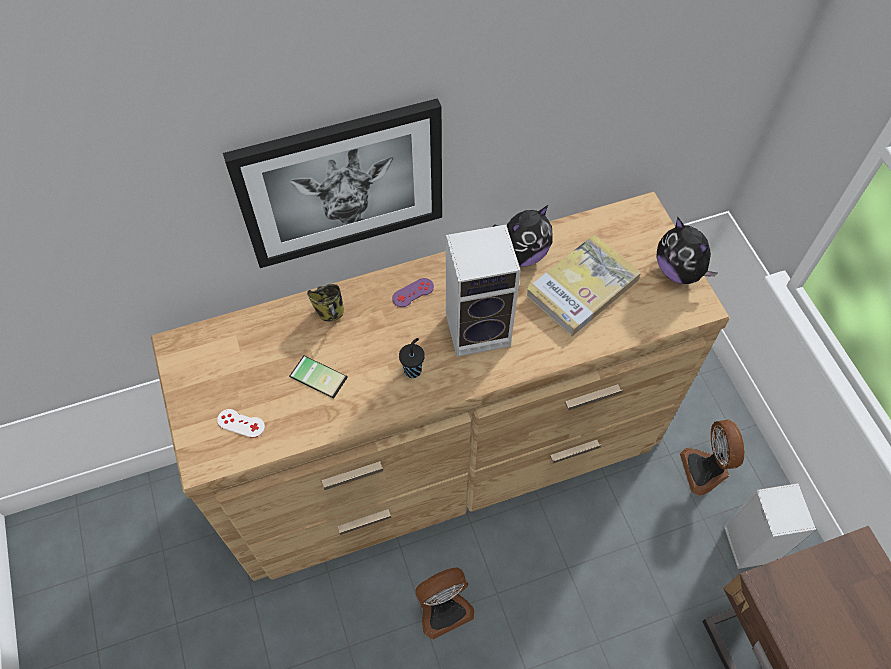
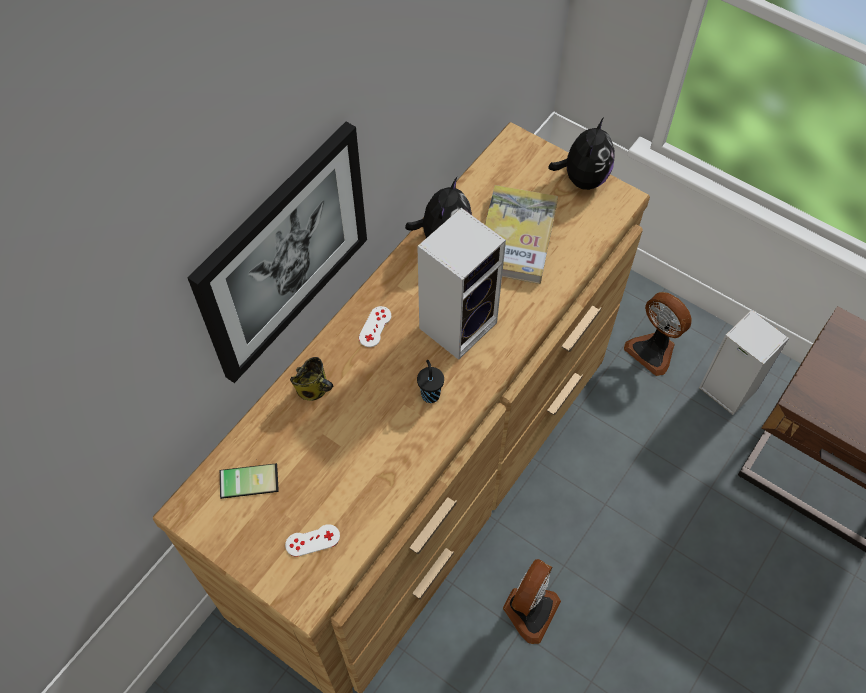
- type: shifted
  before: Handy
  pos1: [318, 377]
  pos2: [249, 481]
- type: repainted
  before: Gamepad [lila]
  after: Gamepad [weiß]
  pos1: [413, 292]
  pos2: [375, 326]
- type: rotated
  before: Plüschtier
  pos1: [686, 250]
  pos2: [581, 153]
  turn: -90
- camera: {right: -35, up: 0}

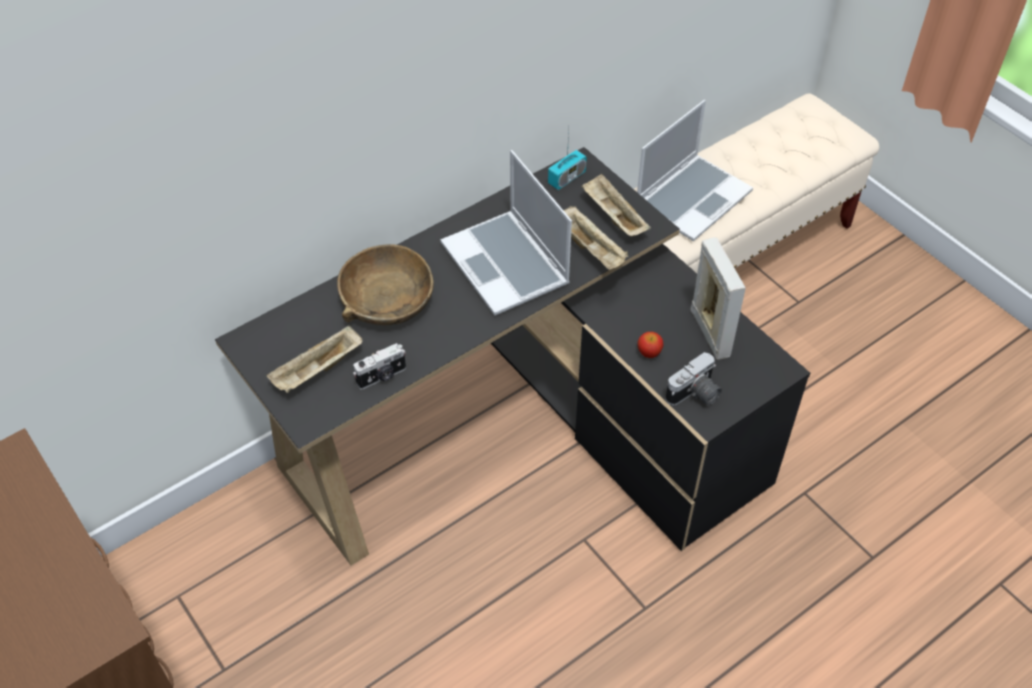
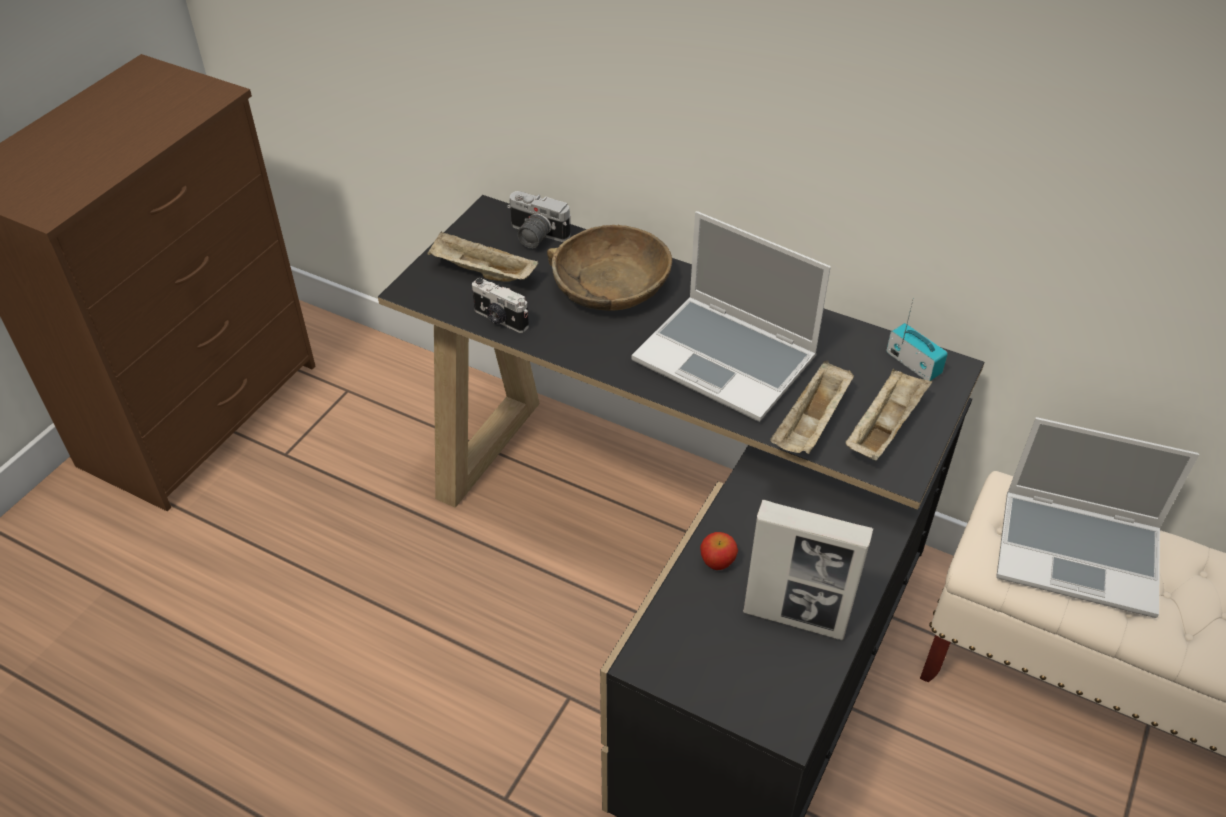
- type: shifted
  before: Kamera
  pos1: [693, 378]
  pos2: [539, 219]
- type: rotated
  before: Laptop
  pos1: [506, 232]
  pos2: [731, 316]
  turn: -90
- type: rotated
  before: Bilderrahmen
  pos1: [718, 298]
  pos2: [808, 570]
  turn: 60
- type: rotated
  before: Radio
  pos1: [567, 160]
  pos2: [917, 341]
  turn: -150
- camera: {right: 65, up: -5}

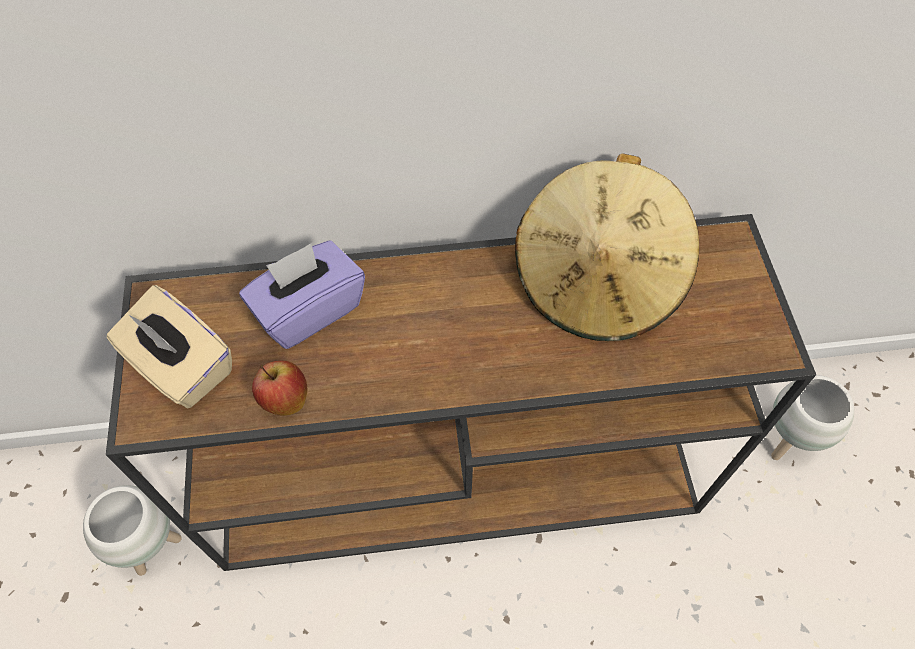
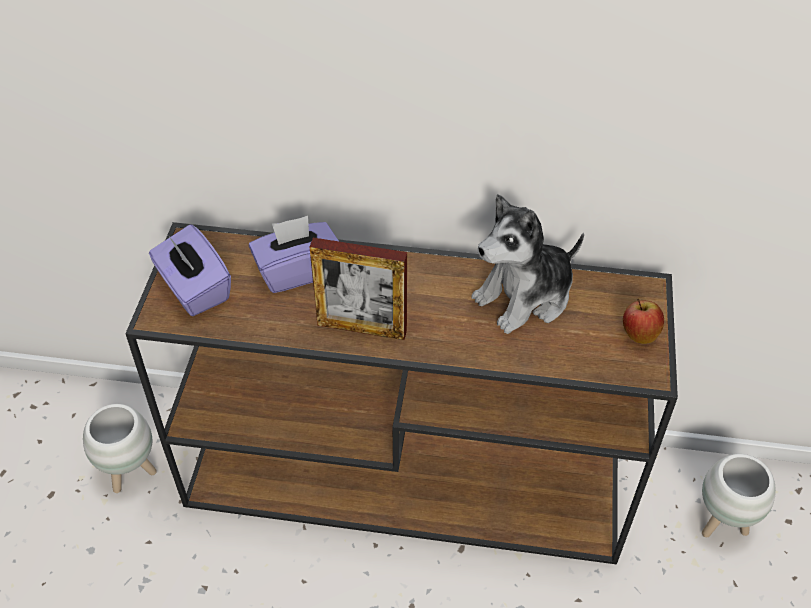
- type: repainted
  before: Taschentuchbox [beige]
  after: Taschentuchbox [lila]
  pos1: [169, 347]
  pos2: [190, 270]
- type: new
  after: Bilderrahmen
  pos2: [358, 289]
- type: swapped
  before: Hut [beige]
  after: Plüschtier
  pos1: [607, 247]
  pos2: [527, 264]
- type: shifted
  before: Apfel
  pos1: [280, 388]
  pos2: [643, 321]
- camera: {right: 15, up: -10}

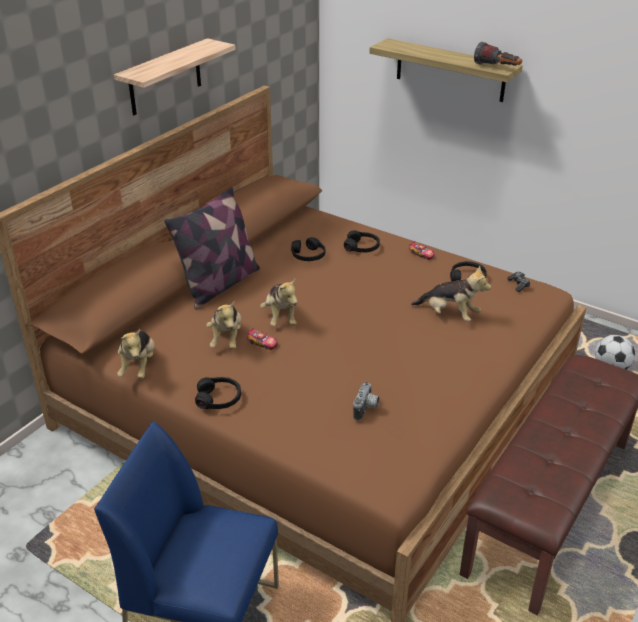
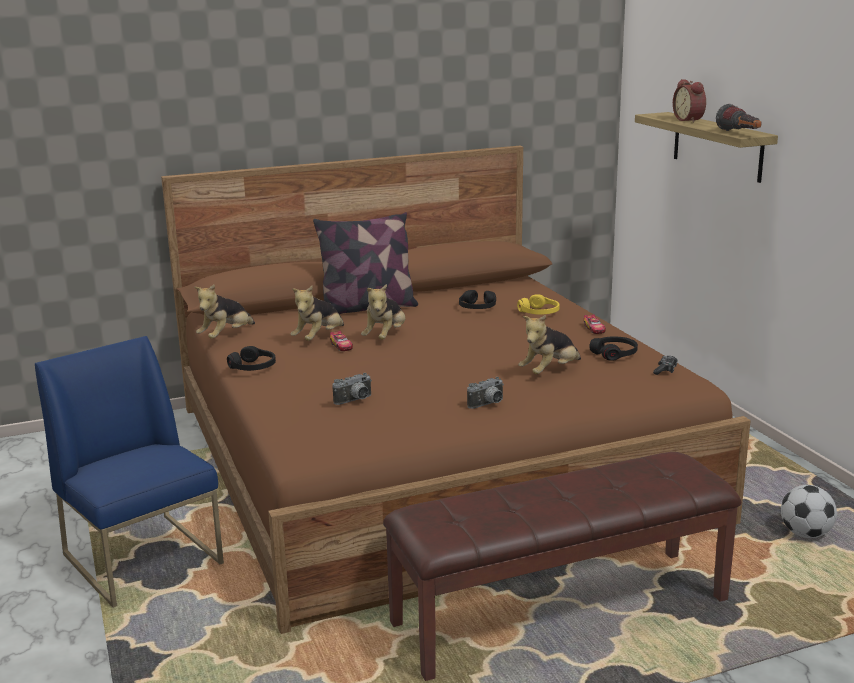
- type: new
  after: Kamera
  pos2: [485, 393]
- type: repainted
  before: Kopfhörer [schwarz]
  after: Kopfhörer [gelb]
  pos1: [362, 241]
  pos2: [538, 304]
- type: rotated
  before: Plüschtier
  pos1: [451, 293]
  pos2: [550, 344]
  turn: 75
- type: new
  after: Wecker
  pos2: [689, 101]
- type: gone
  before: Wandregal
  pos1: [175, 76]
- camera: {right: 35, up: -15}

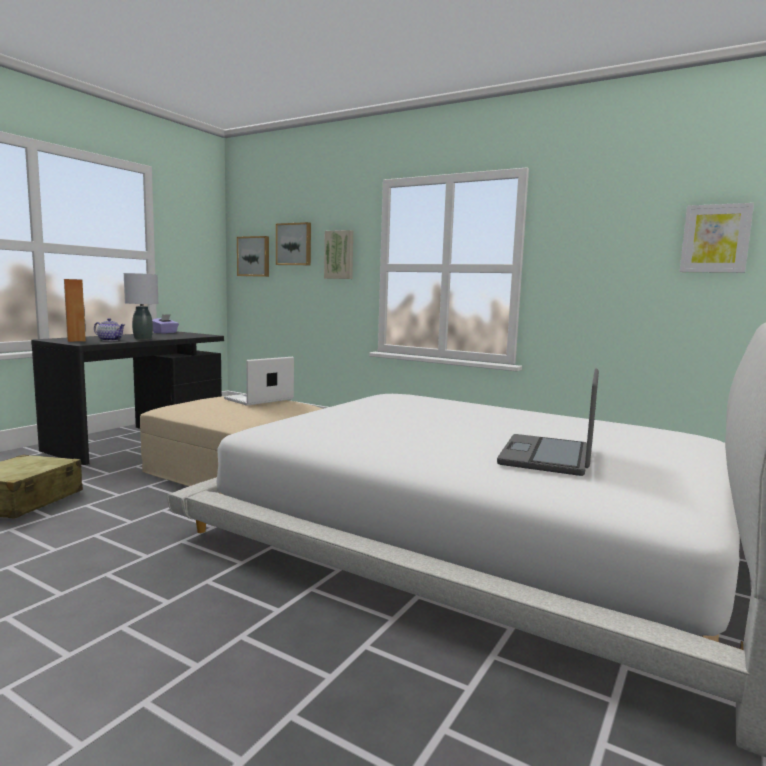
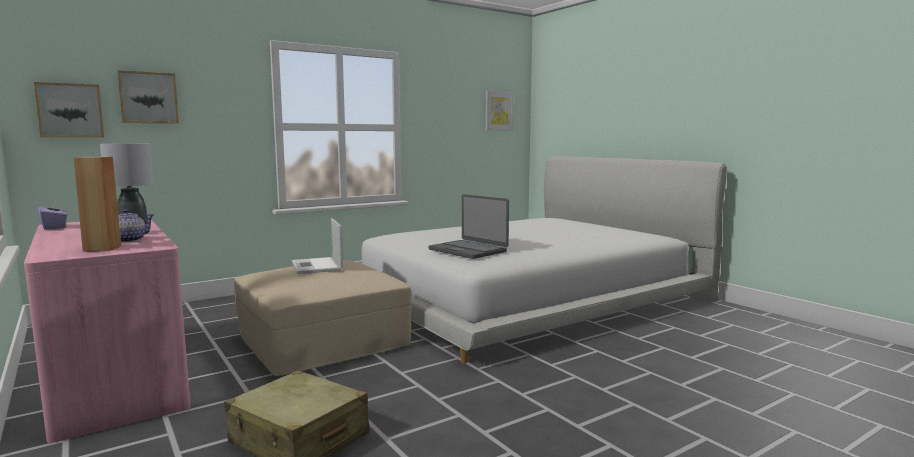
- type: repainted
  before: Schreibtisch [schwarz]
  after: Schreibtisch [rosa]
  pos1: [127, 398]
  pos2: [107, 331]
- type: shifted
  before: Laptop
  pos1: [548, 422]
  pos2: [469, 226]
- type: gone
  before: Bild
  pos1: [338, 254]
- camera: {right: -65, up: 0}

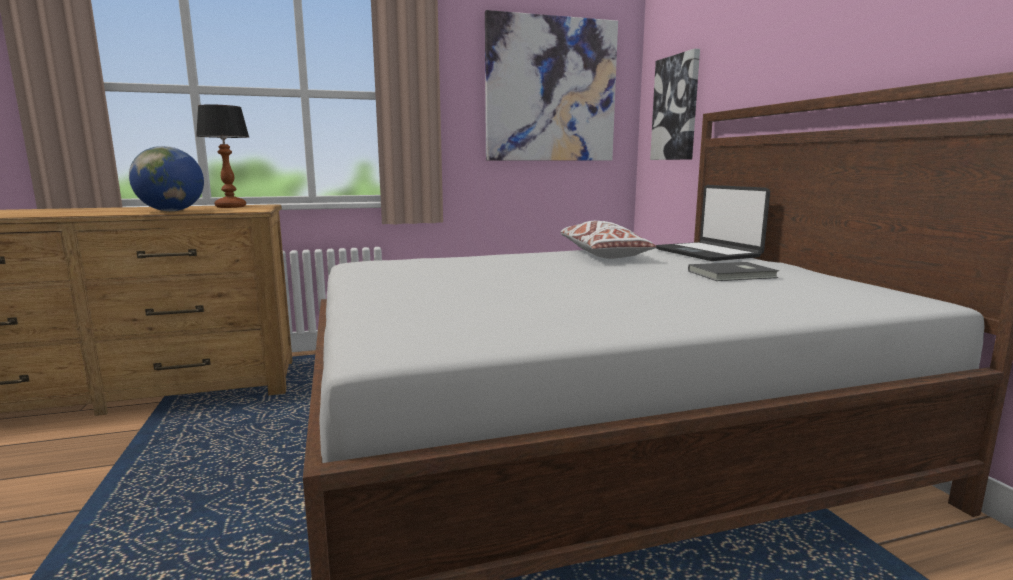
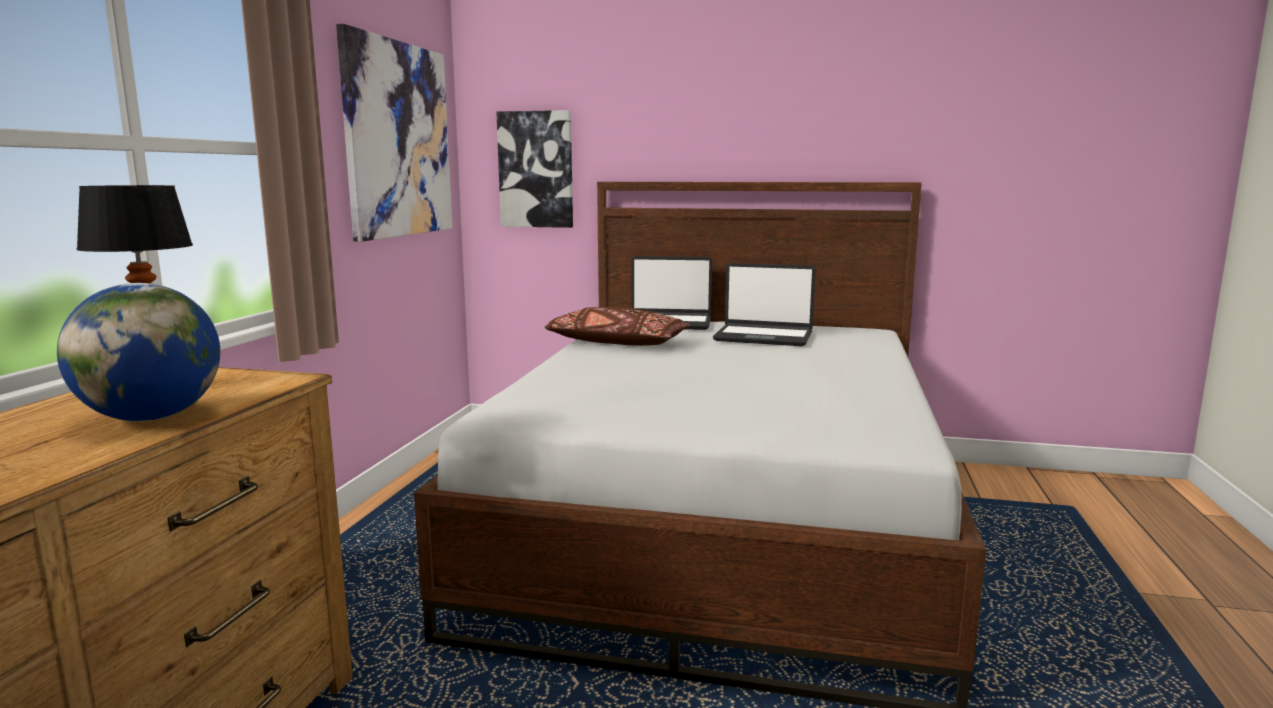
- type: repainted
  before: Kissen [weiß]
  after: Kissen [braun]
  pos1: [608, 240]
  pos2: [617, 326]
- type: swapped
  before: Buch [grau]
  after: Laptop
  pos1: [733, 271]
  pos2: [764, 304]
- camera: {right: -60, up: 0}

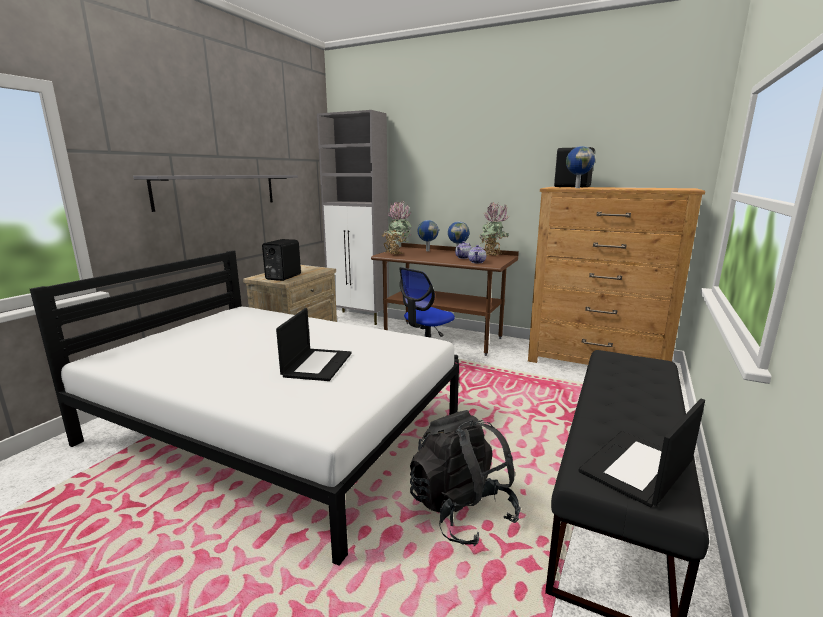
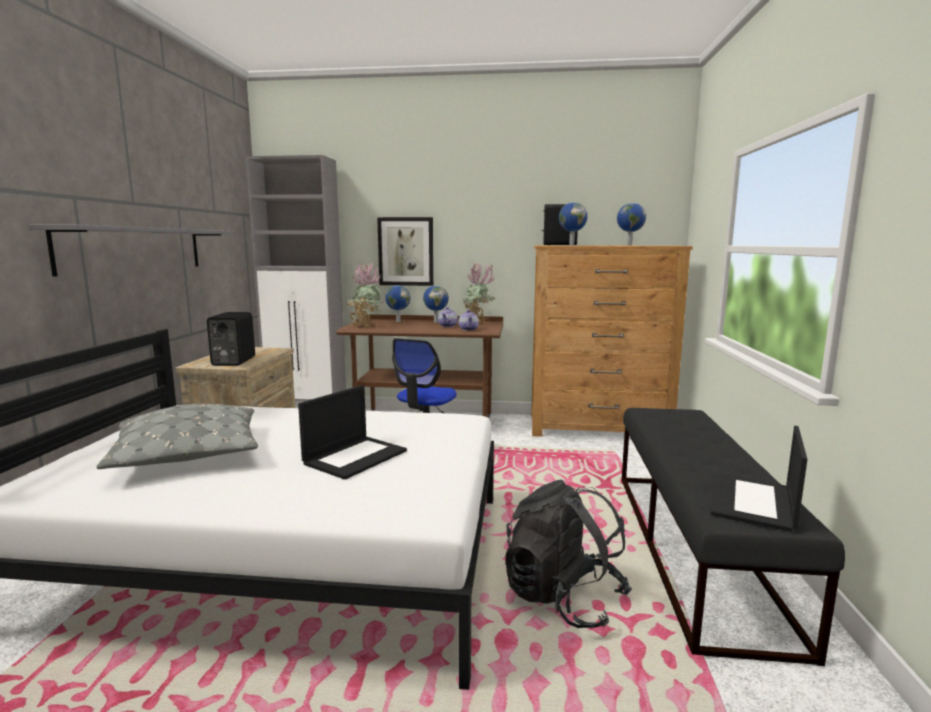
- type: new
  after: Kissen [grau]
  pos2: [177, 436]
- type: rotated
  before: Laptop
  pos1: [314, 344]
  pos2: [352, 432]
  turn: 45
- type: new
  after: Bild
  pos2: [405, 251]
- type: new
  after: Globus
  pos2: [631, 224]
- camera: {right: -20, up: -5}

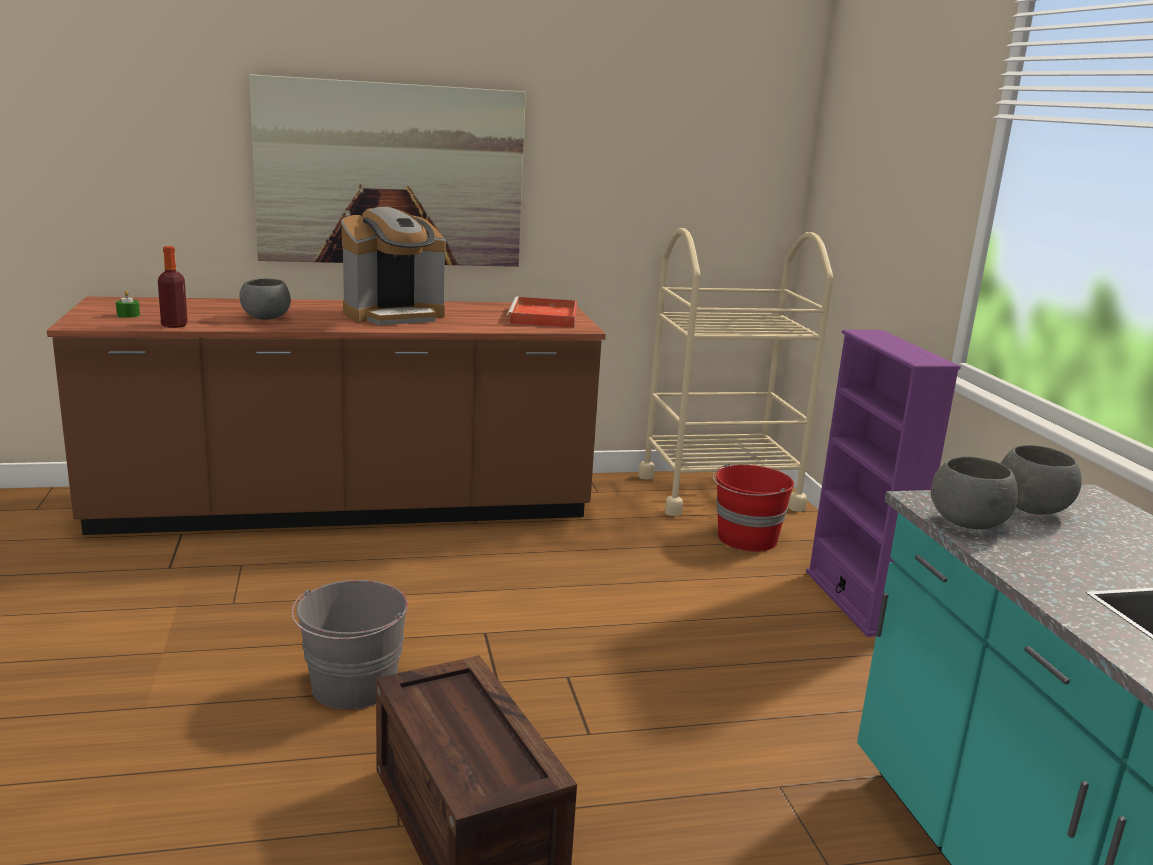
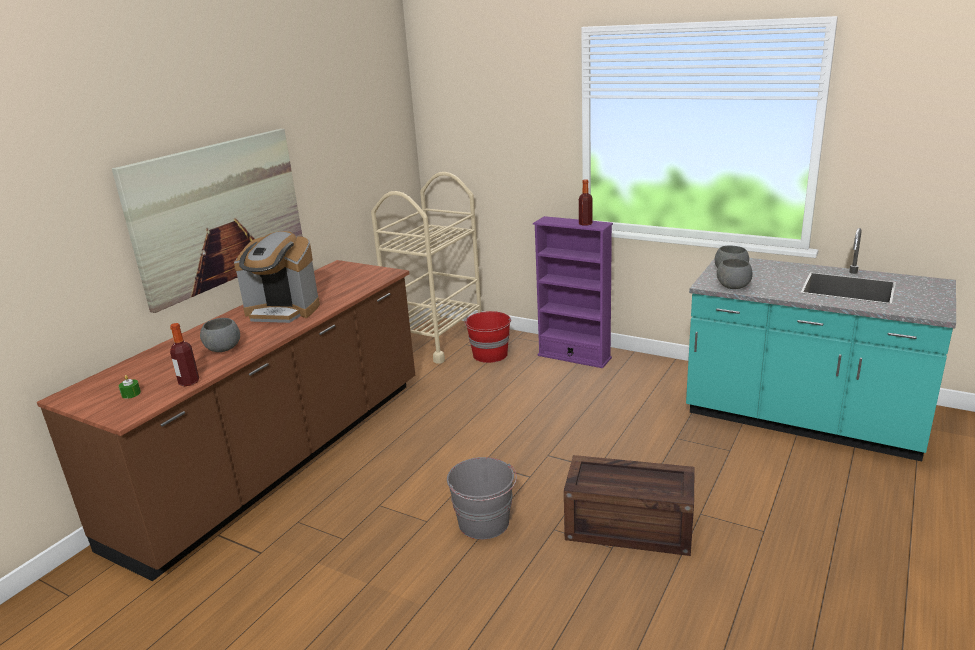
- type: rotated
  before: Kaffeemaschine
  pos1: [393, 266]
  pos2: [277, 277]
  turn: 90
- type: new
  after: Flasche
  pos2: [586, 202]
- type: gone
  before: Tablett [rot]
  pos1: [542, 312]
- camera: {right: -45, up: 5}

